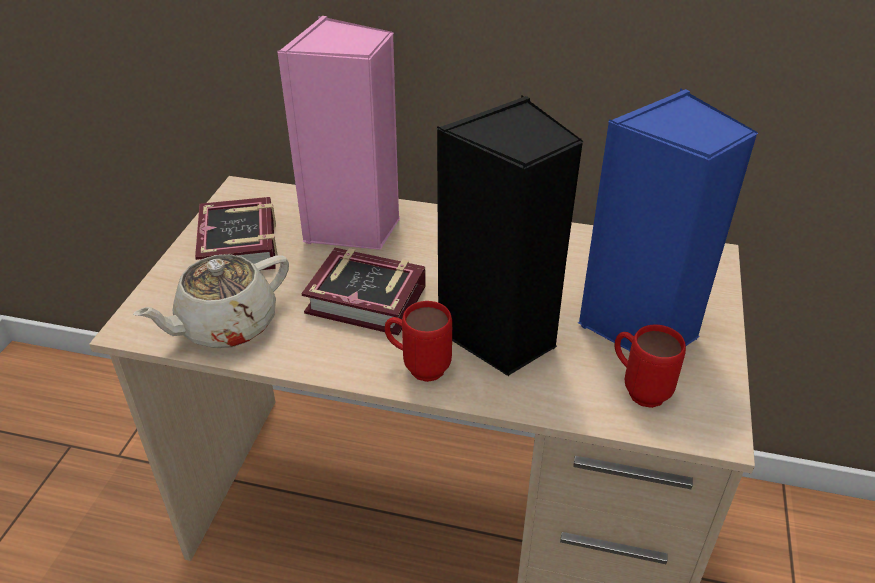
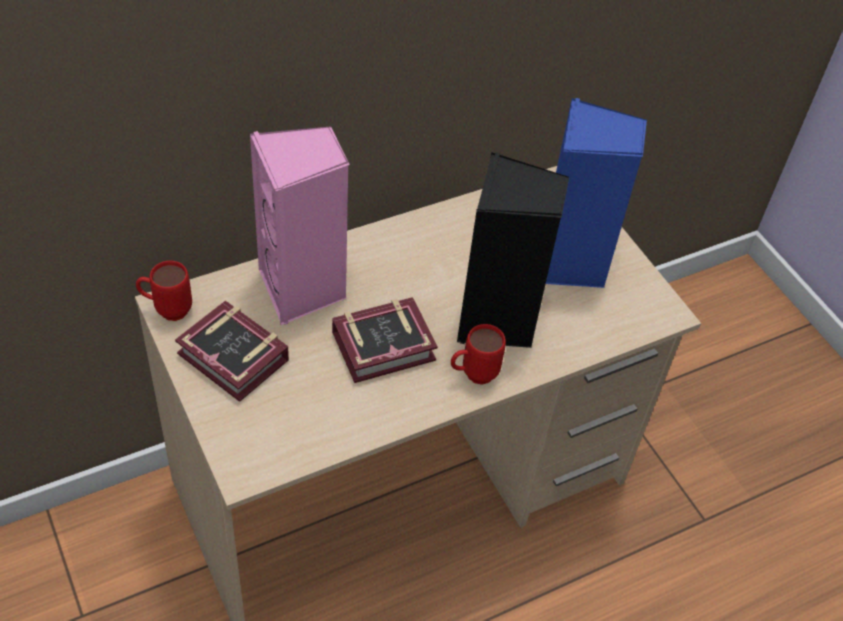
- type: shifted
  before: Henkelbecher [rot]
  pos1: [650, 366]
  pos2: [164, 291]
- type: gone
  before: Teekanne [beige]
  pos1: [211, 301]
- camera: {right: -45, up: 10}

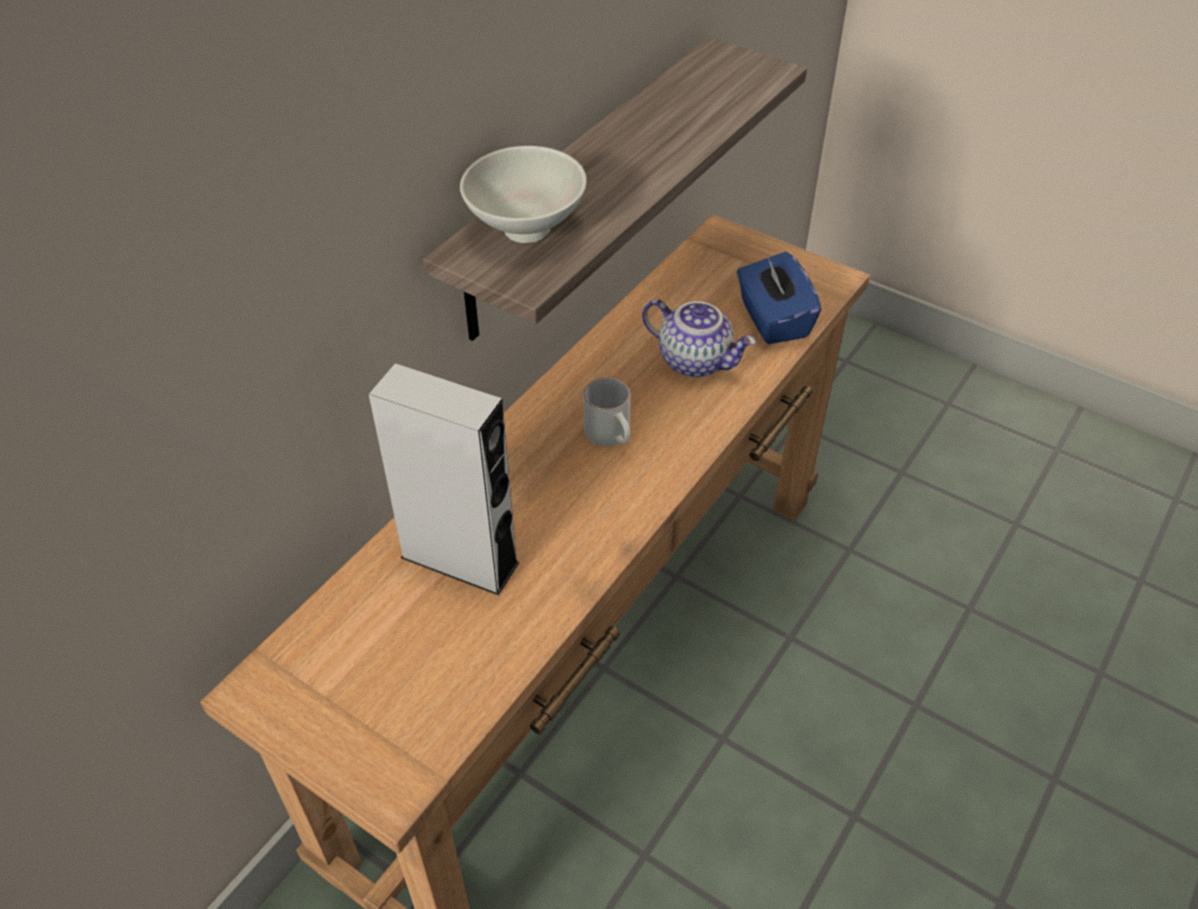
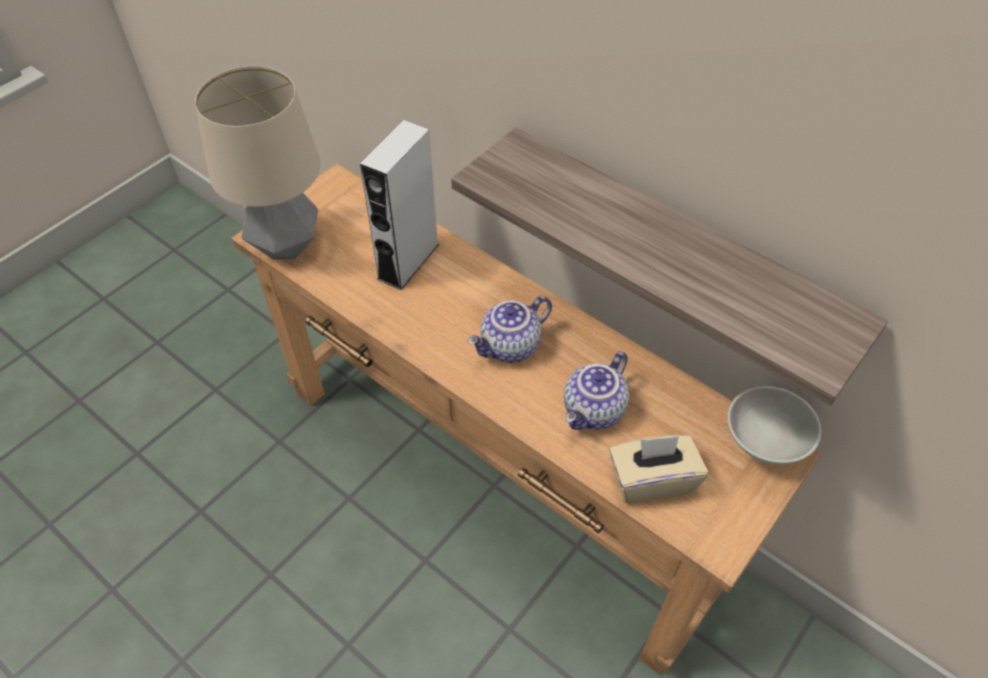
- type: new
  after: Tischlampe
  pos2: [258, 162]
- type: swapped
  before: Henkelbecher [weiß]
  after: Teekanne
  pos1: [607, 412]
  pos2: [509, 329]
- type: repainted
  before: Taschentuchbox [blau]
  after: Taschentuchbox [beige]
  pos1: [779, 297]
  pos2: [658, 469]
- type: shifted
  before: Schüssel [weiß]
  pos1: [523, 194]
  pos2: [774, 425]
- camera: {right: 95, up: 5}

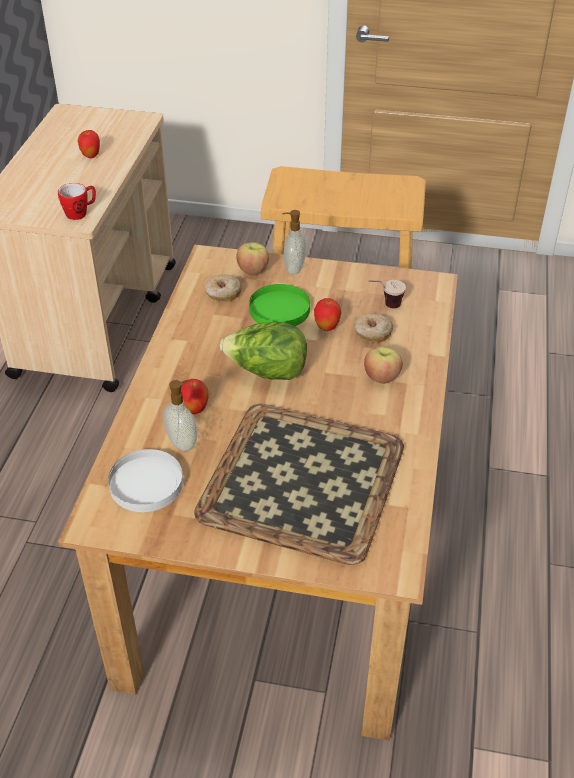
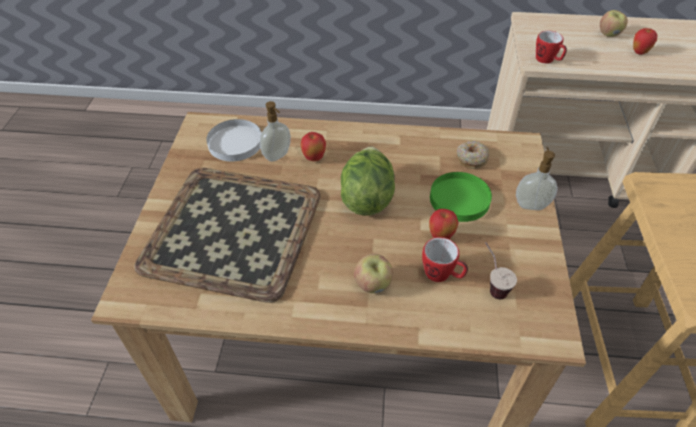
- type: swapped
  before: Donut
  after: Henkelbecher
  pos1: [374, 328]
  pos2: [445, 259]
- type: shifted
  before: Apfel
  pos1: [252, 258]
  pos2: [614, 23]
- camera: {right: 85, up: 5}

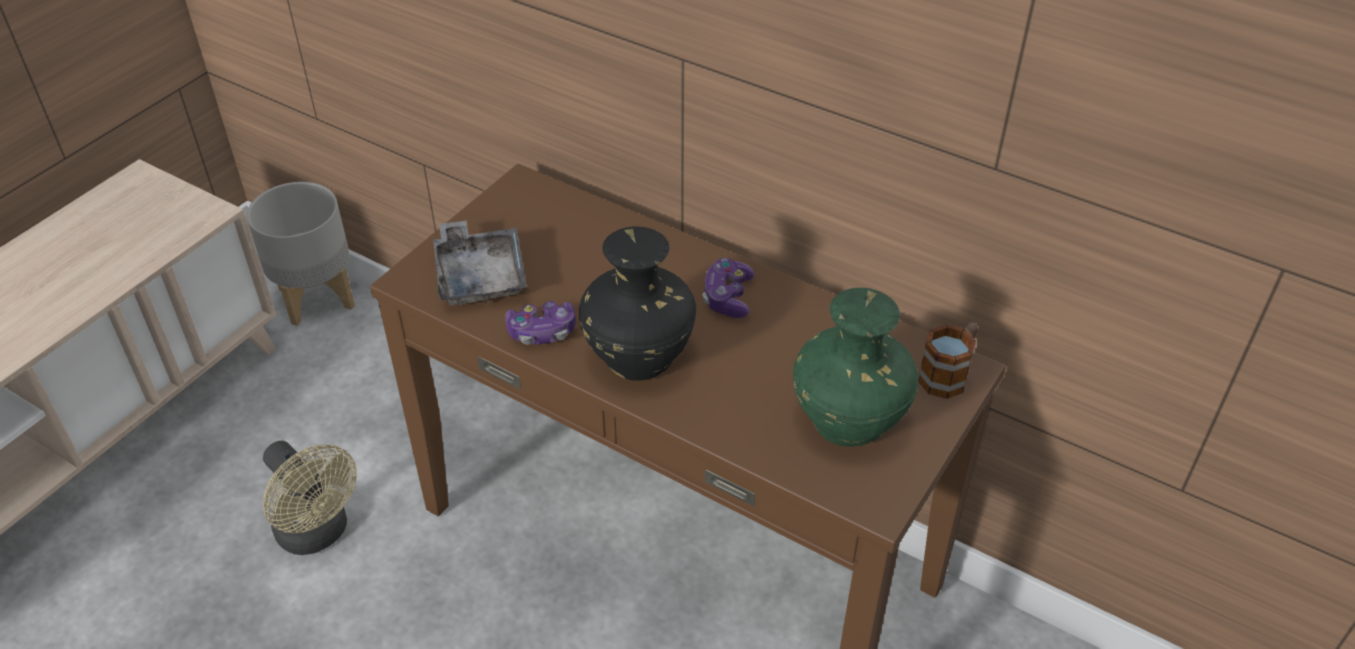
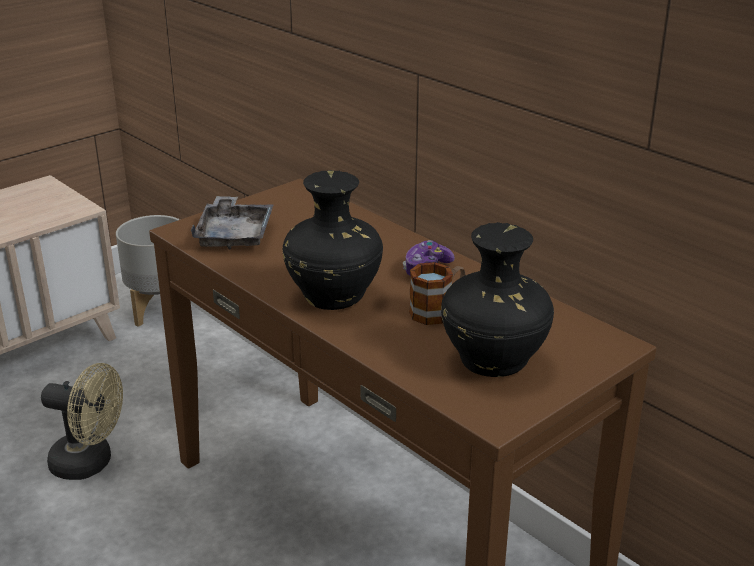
- type: rotated
  before: Ventilator [beige]
  pos1: [310, 498]
  pos2: [82, 421]
  turn: -45
- type: shifted
  before: Henkelbecher
  pos1: [948, 360]
  pos2: [437, 293]
- type: repainted
  before: Vase [grün]
  after: Vase [schwarz]
  pos1: [855, 367]
  pos2: [497, 299]
- type: gone
  before: Gamepad
  pos1: [540, 323]
- camera: {right: 15, up: -15}

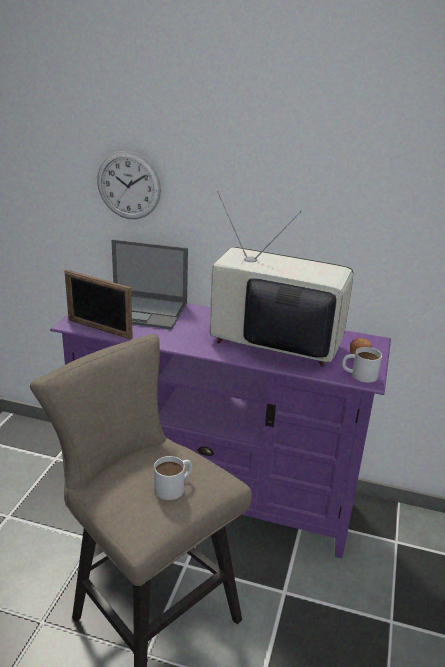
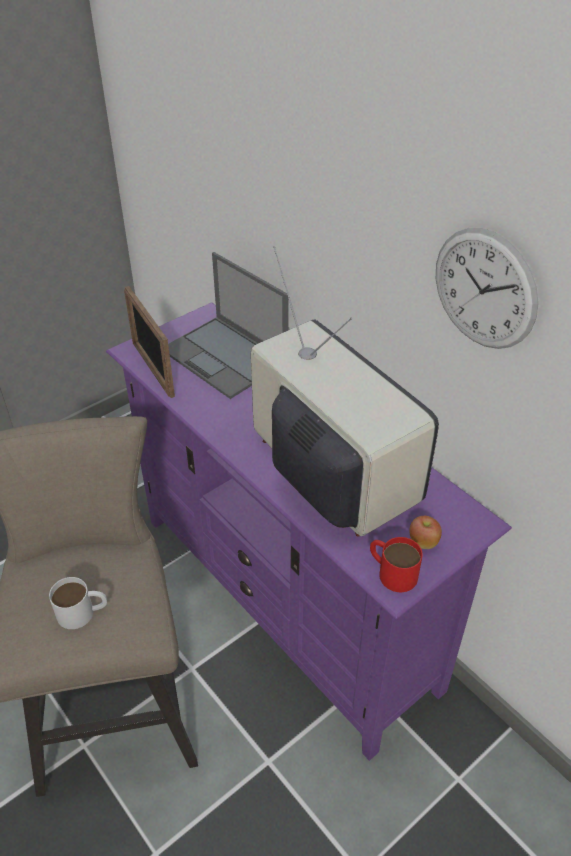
- type: repainted
  before: Henkelbecher [weiß]
  after: Henkelbecher [rot]
  pos1: [362, 365]
  pos2: [396, 564]
- type: shifted
  before: Wanduhr
  pos1: [129, 185]
  pos2: [487, 288]
- camera: {right: 35, up: 15}

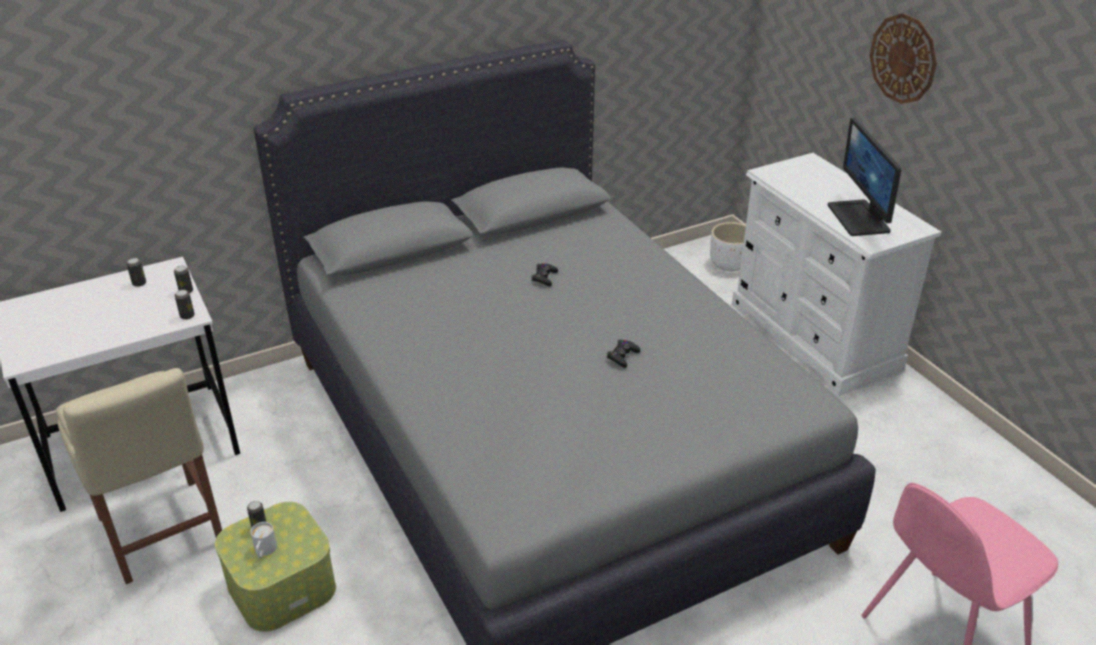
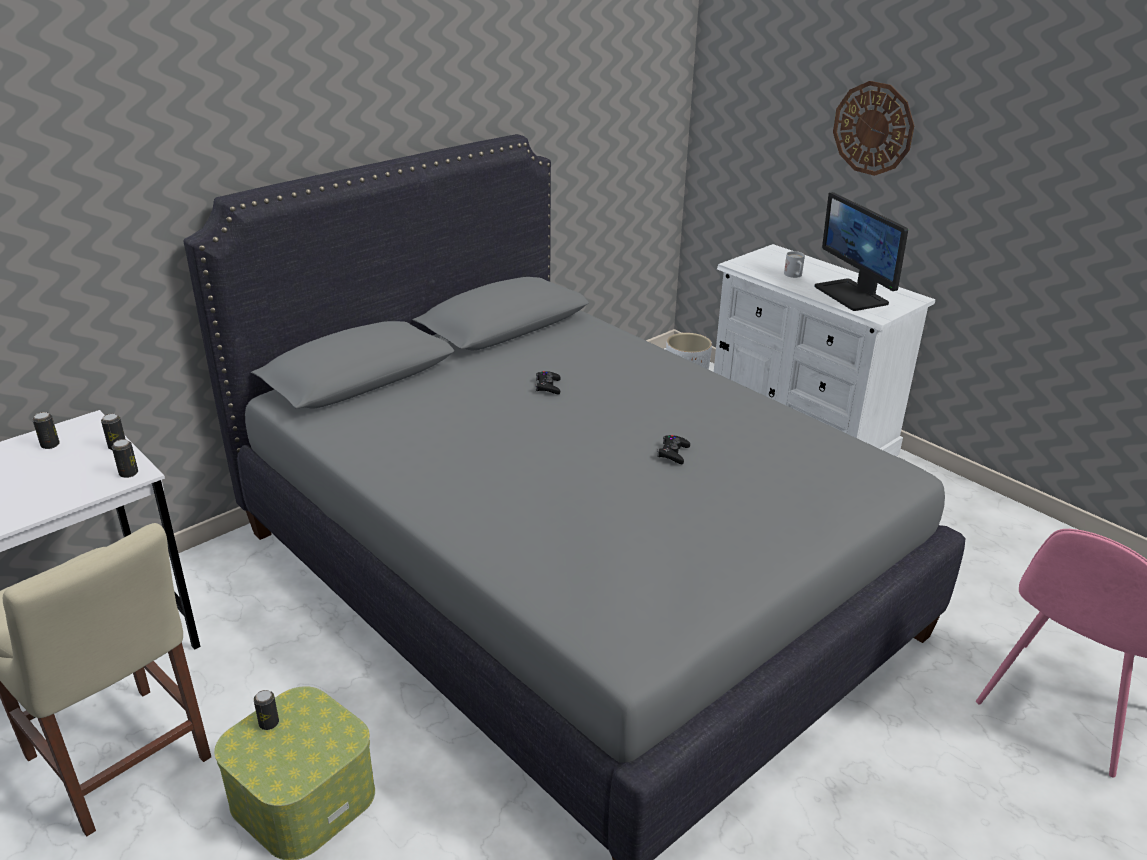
- type: shifted
  before: Henkelbecher [weiß]
  pos1: [264, 540]
  pos2: [794, 264]
- camera: {right: -15, up: -5}

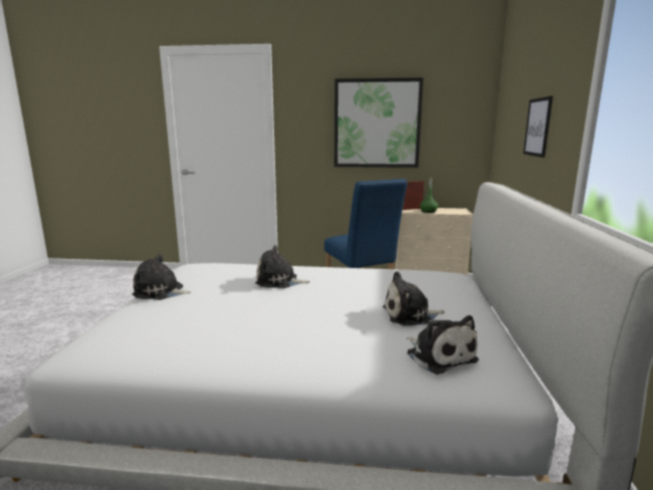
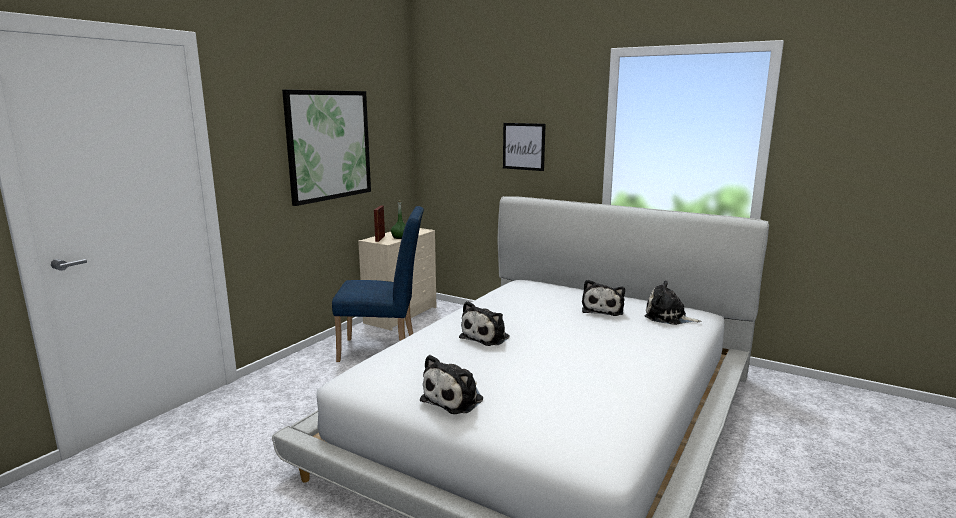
- type: rotated
  before: Plüschtier
  pos1: [443, 345]
  pos2: [673, 302]
  turn: -150
- camera: {right: -65, up: 0}

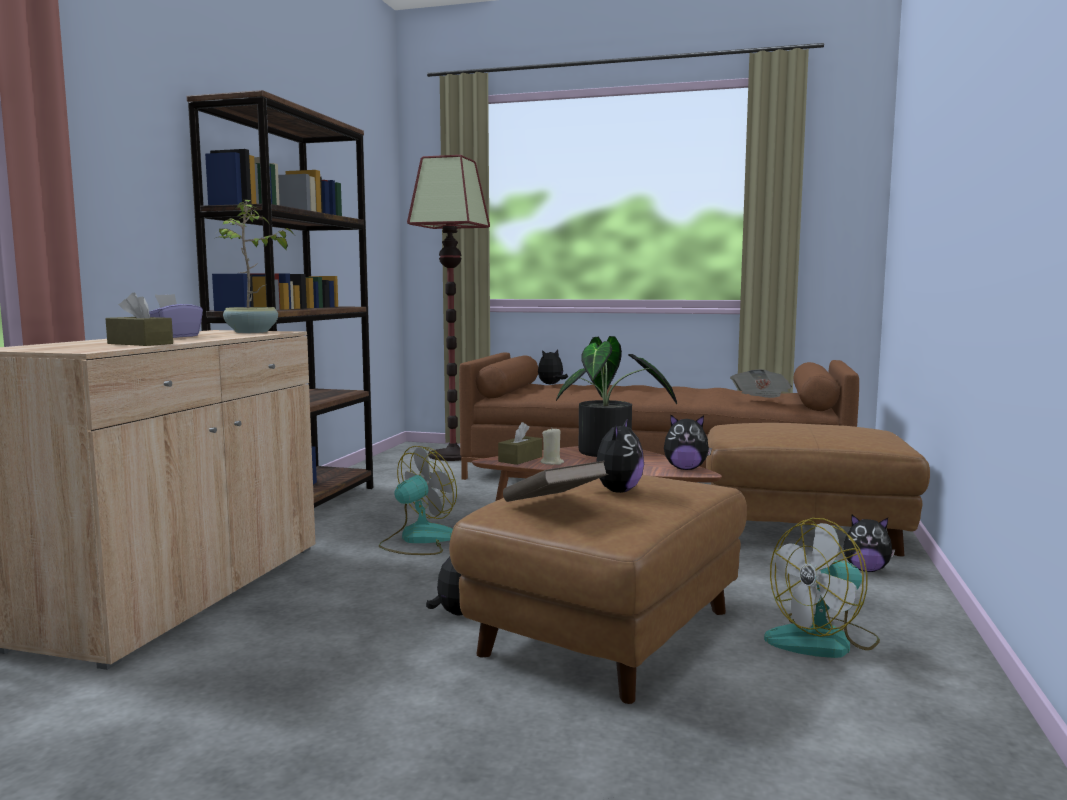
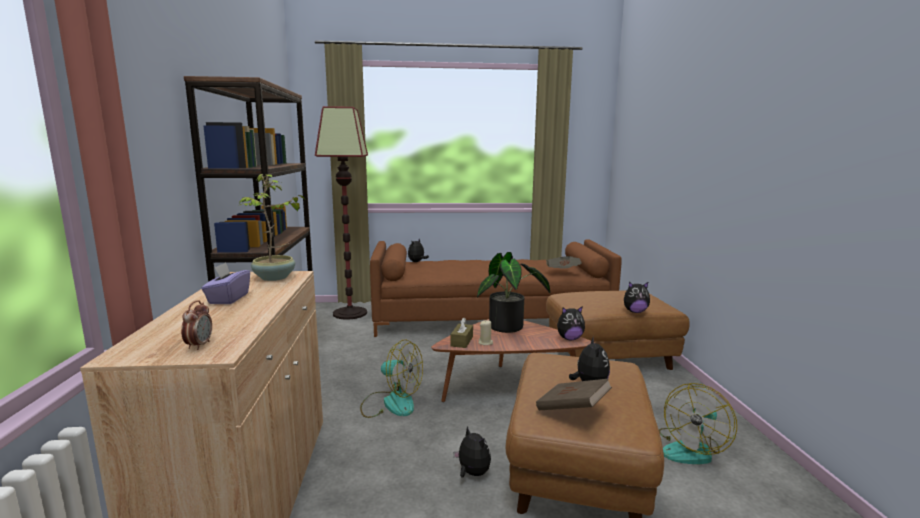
- type: new
  after: Wecker
  pos2: [196, 325]
- type: rotated
  before: Ventilator
  pos1: [418, 500]
  pos2: [391, 379]
  turn: 90
- type: shifted
  before: Plüschtier
  pos1: [869, 543]
  pos2: [637, 297]
- type: gone
  before: Taschentuchbox [braun]
  pos1: [139, 319]
- camera: {right: -20, up: 5}

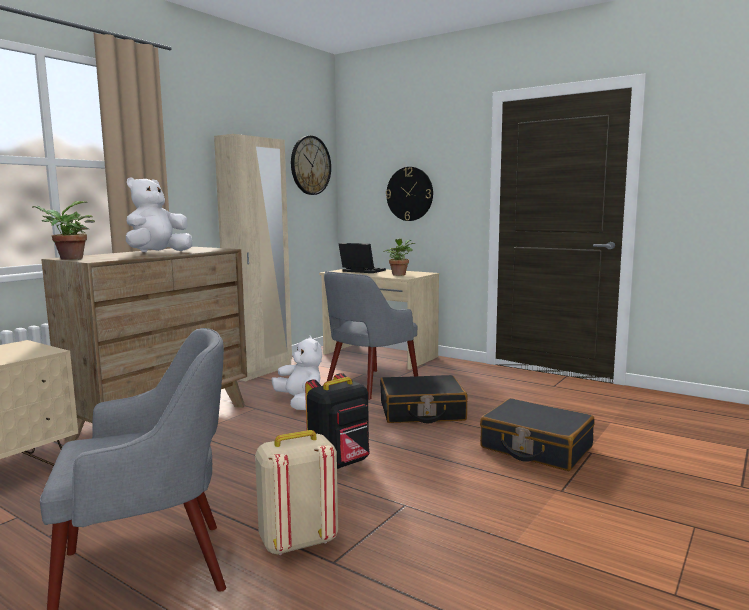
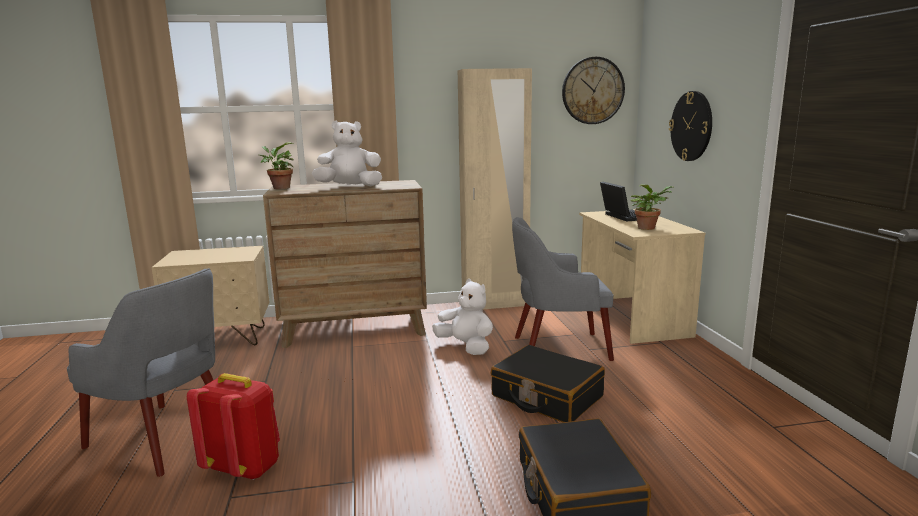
- type: repainted
  before: Rucksack [beige]
  after: Rucksack [rot]
  pos1: [296, 492]
  pos2: [233, 426]
- type: rotated
  before: Plüschtier [weiß]
  pos1: [297, 373]
  pos2: [462, 317]
  turn: -60
- type: gone
  before: Rucksack [schwarz]
  pos1: [337, 421]
- camera: {right: 45, up: 5}

